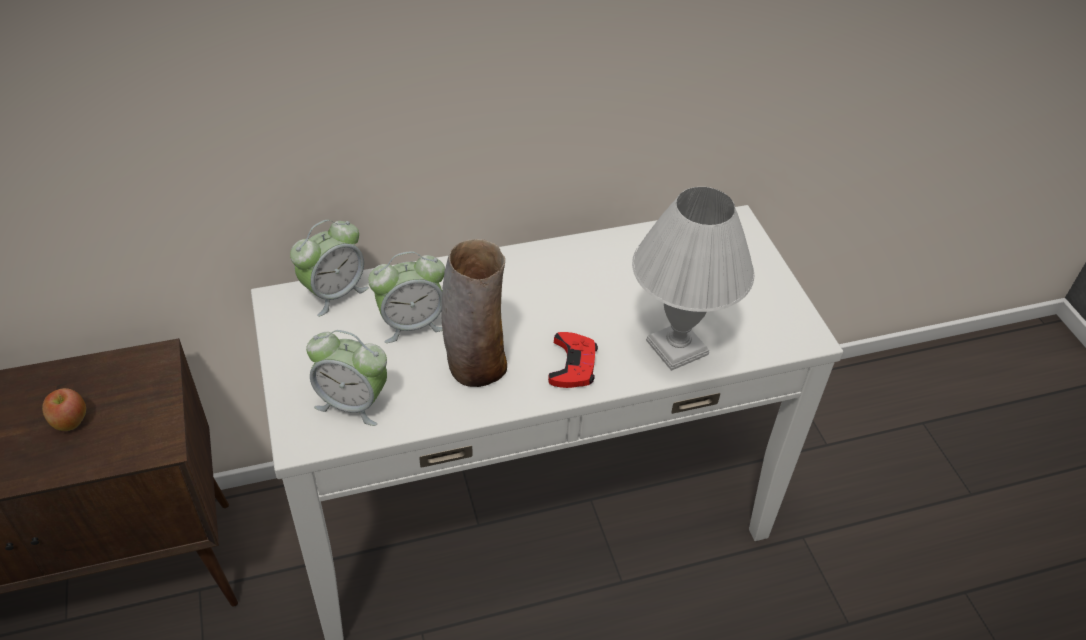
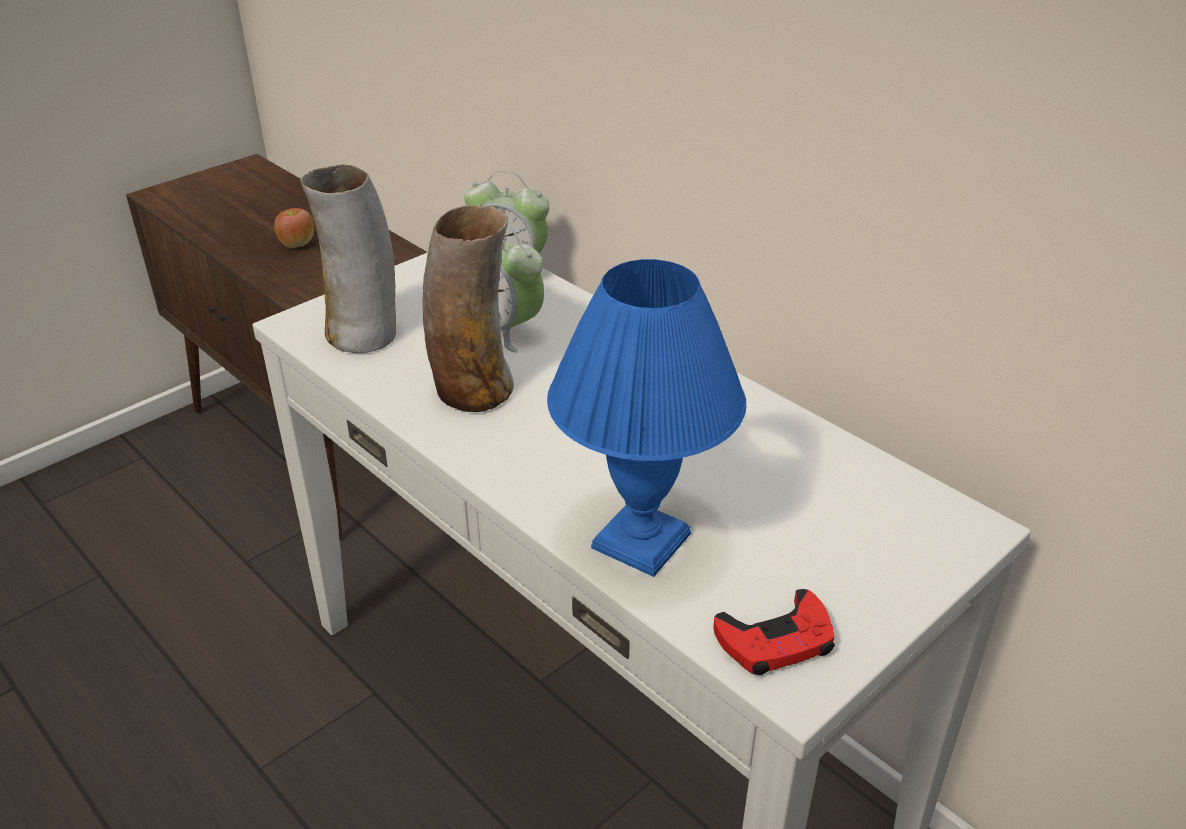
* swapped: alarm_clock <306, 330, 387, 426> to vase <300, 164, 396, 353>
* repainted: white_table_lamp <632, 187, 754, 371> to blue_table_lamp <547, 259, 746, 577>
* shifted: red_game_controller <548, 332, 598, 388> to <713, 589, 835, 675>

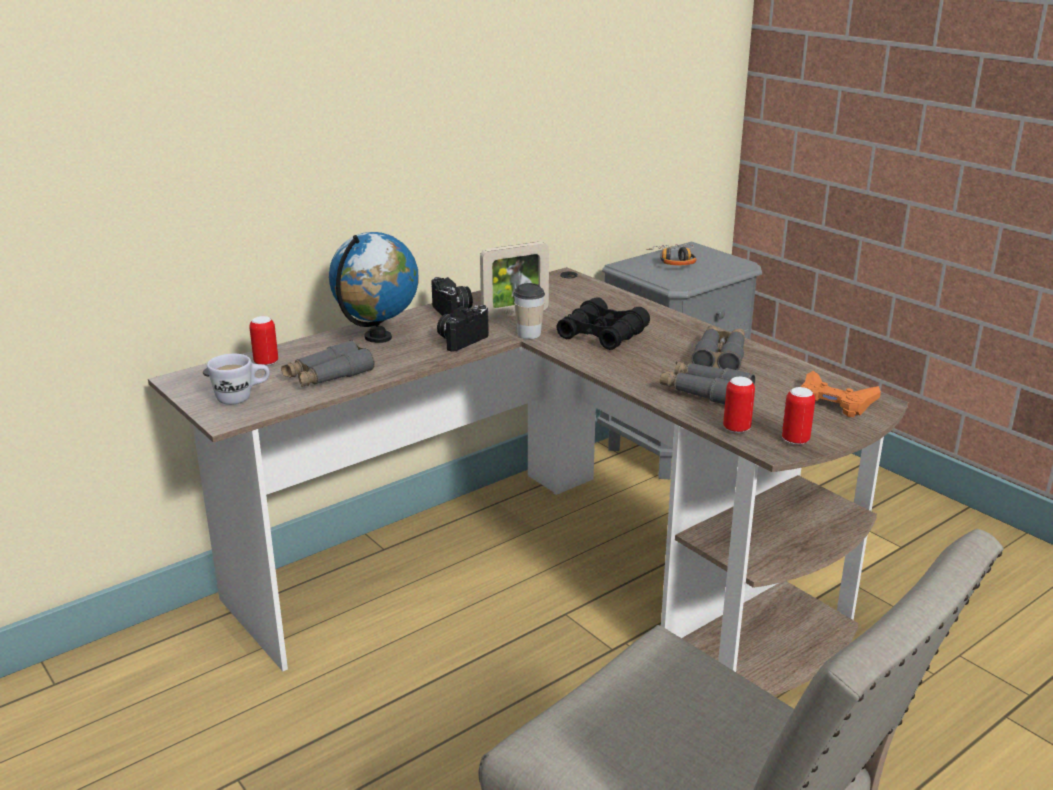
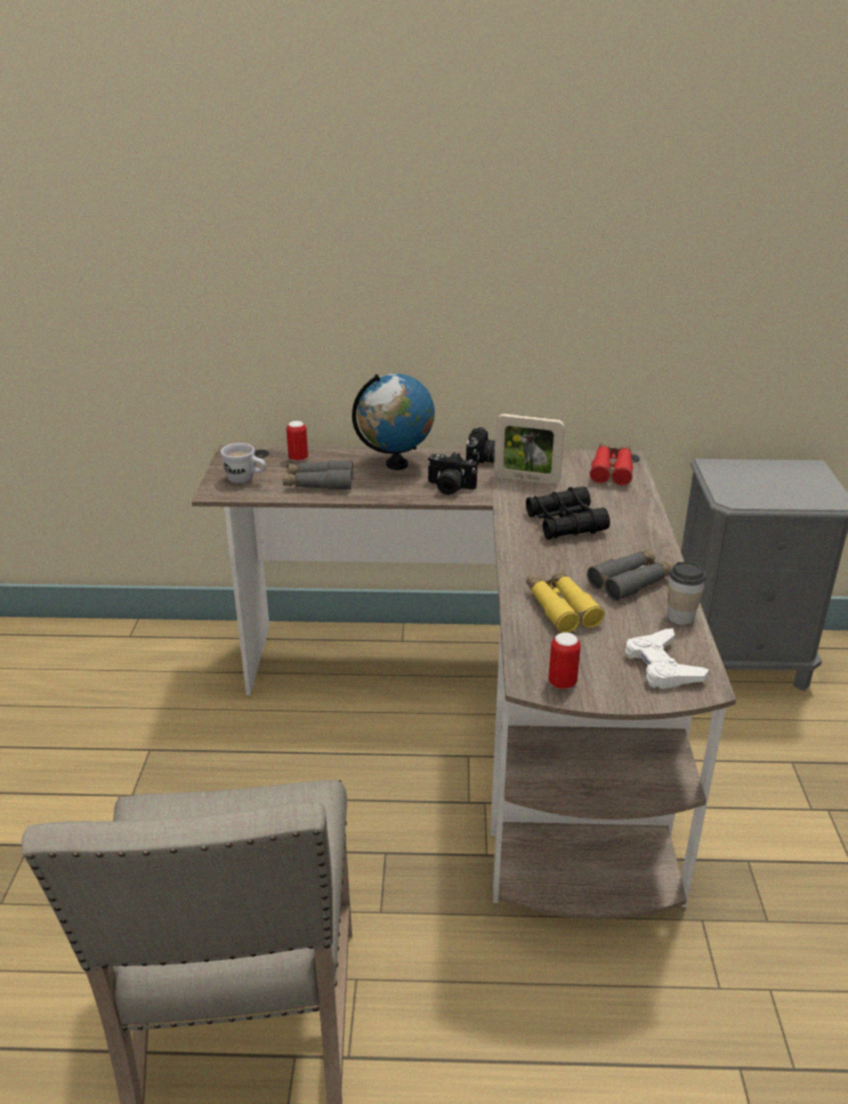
* rotated: photo_camera <437, 305, 489, 352> = <427, 452, 477, 495> 150 degrees counterclockwise
* repainted: grey_binoculars <660, 362, 755, 404> to yellow_binoculars <526, 570, 605, 633>
* new: red_binoculars <590, 443, 633, 485>
* repainted: orange_game_controller <801, 371, 881, 417> to white_game_controller <626, 628, 709, 689>
* shifted: cup <514, 283, 545, 339> to <667, 562, 706, 625>
* gone: headphones <646, 244, 697, 265>
* gone: can <723, 377, 755, 433>

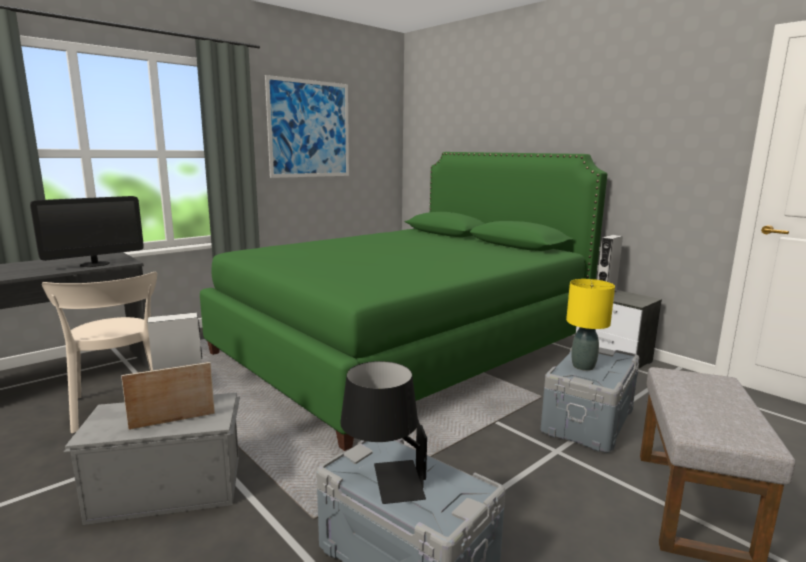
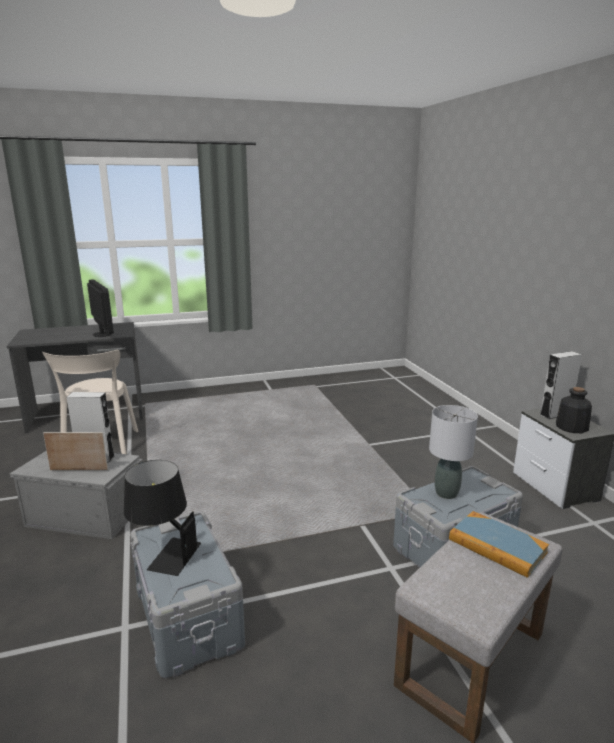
* rotated: monitor <30, 196, 144, 267> = <87, 279, 114, 337> 105 degrees counterclockwise
* repainted: yellow_table_lamp <566, 279, 615, 371> to grey_table_lamp <429, 405, 478, 499>
* new: book <449, 511, 549, 578>
* new: bottle <556, 387, 592, 433>
* gone: green_bed <200, 152, 608, 451>
* gone: picture <265, 75, 349, 178>

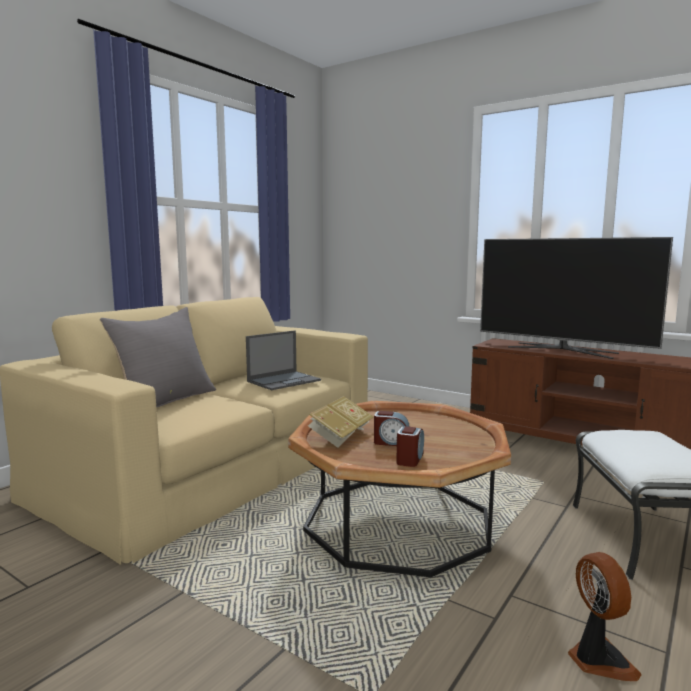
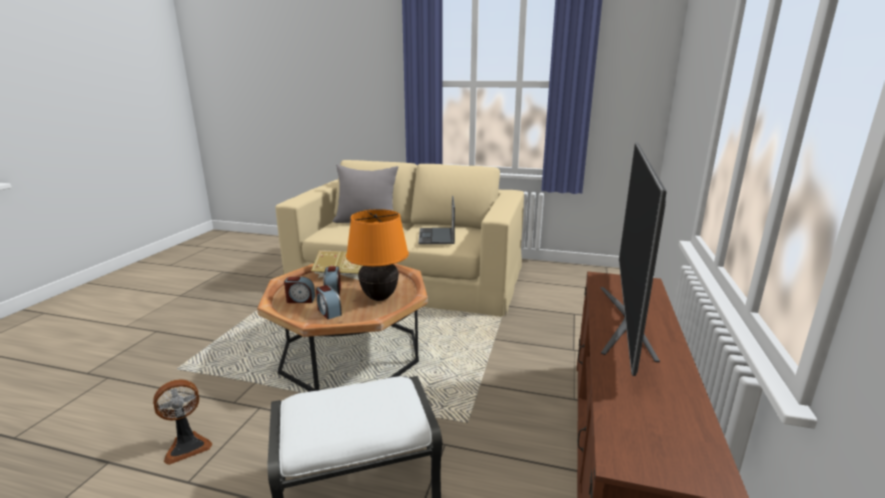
* new: alarm_clock <316, 285, 342, 319>
* new: orange_table_lamp <346, 209, 409, 301>
* rotated: laptop <246, 331, 321, 390> = <419, 196, 455, 244> 60 degrees clockwise

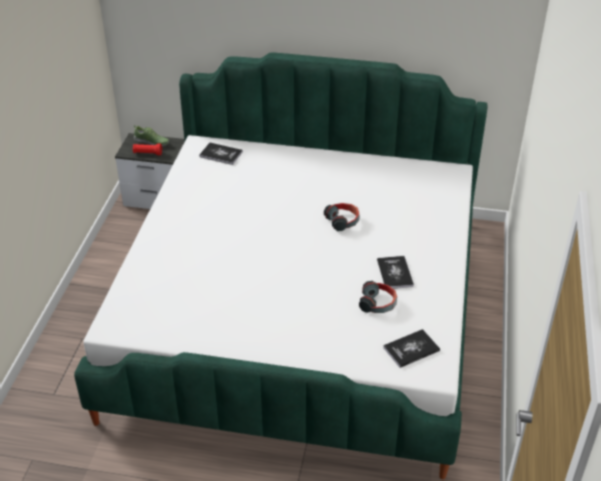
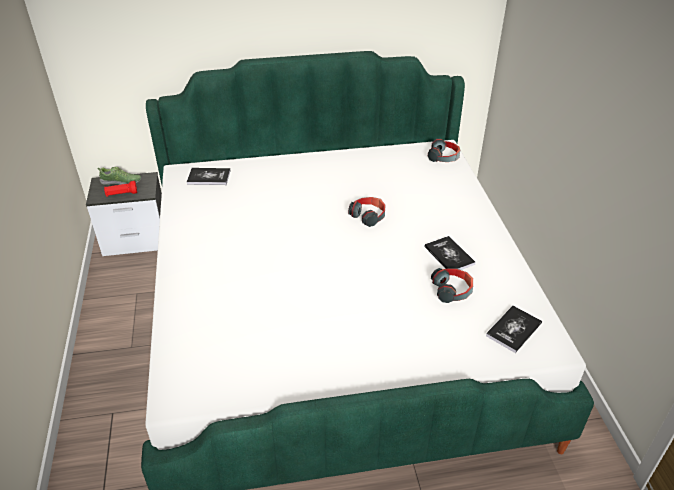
* new: headphones <427, 138, 460, 162>

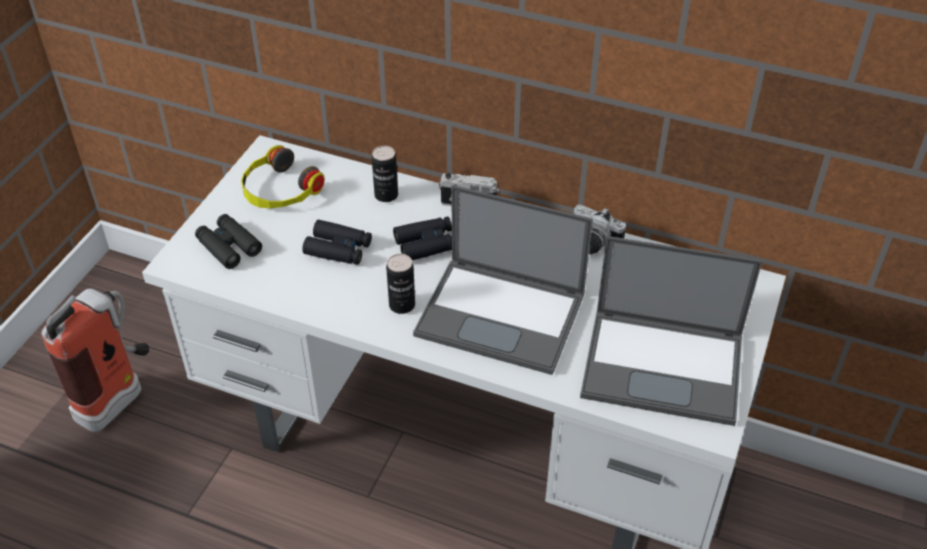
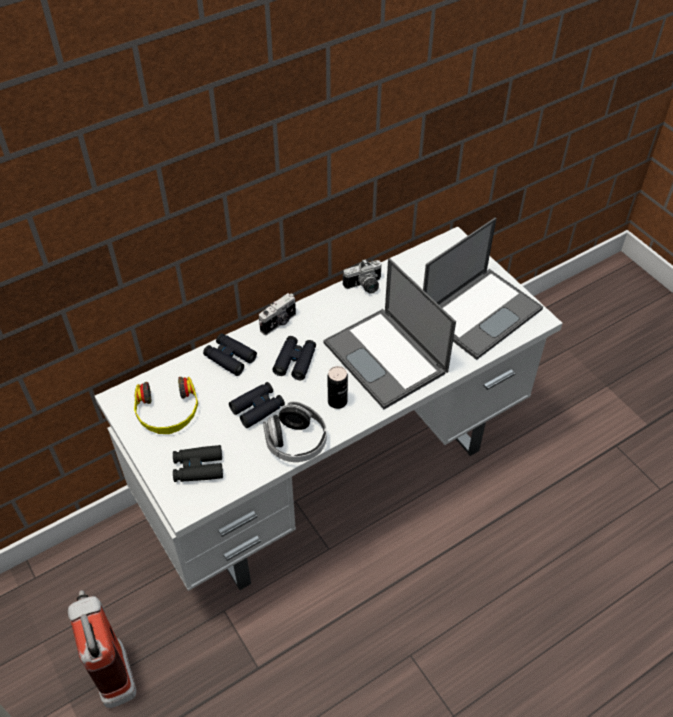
* swapped: can <372, 146, 398, 202> to black_binoculars <203, 333, 257, 376>
* new: headphones <263, 401, 327, 462>
* rotated: laptop <413, 185, 593, 375> = <324, 258, 456, 409> 90 degrees clockwise

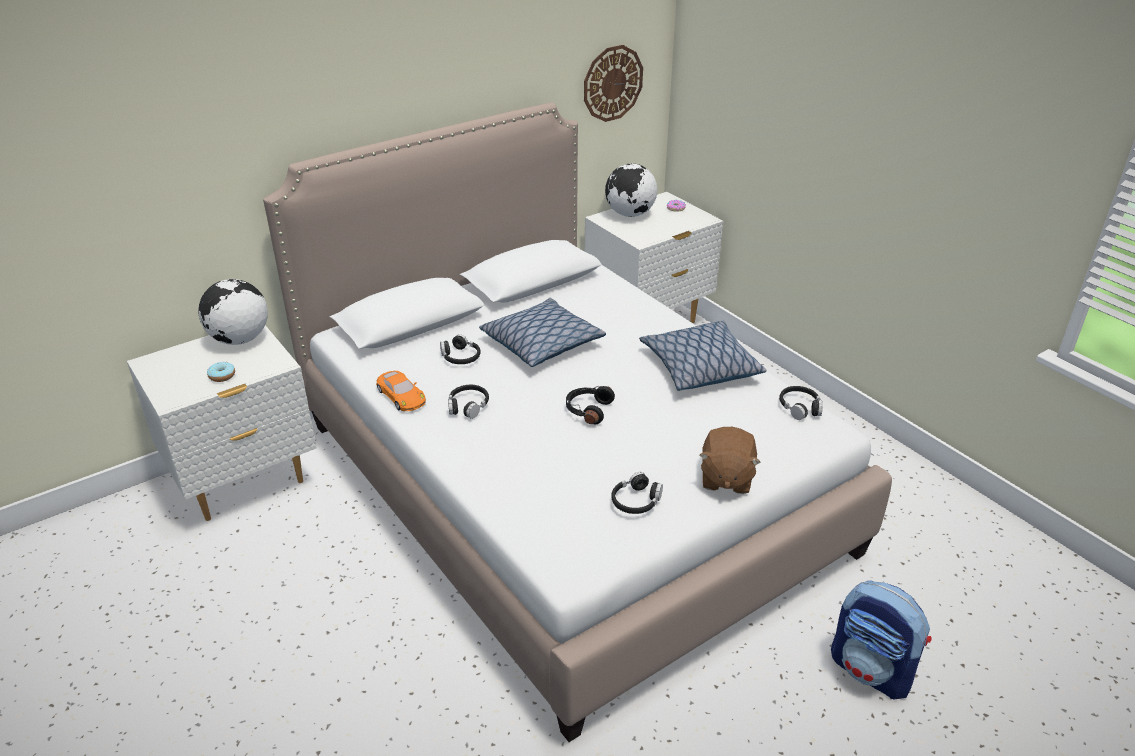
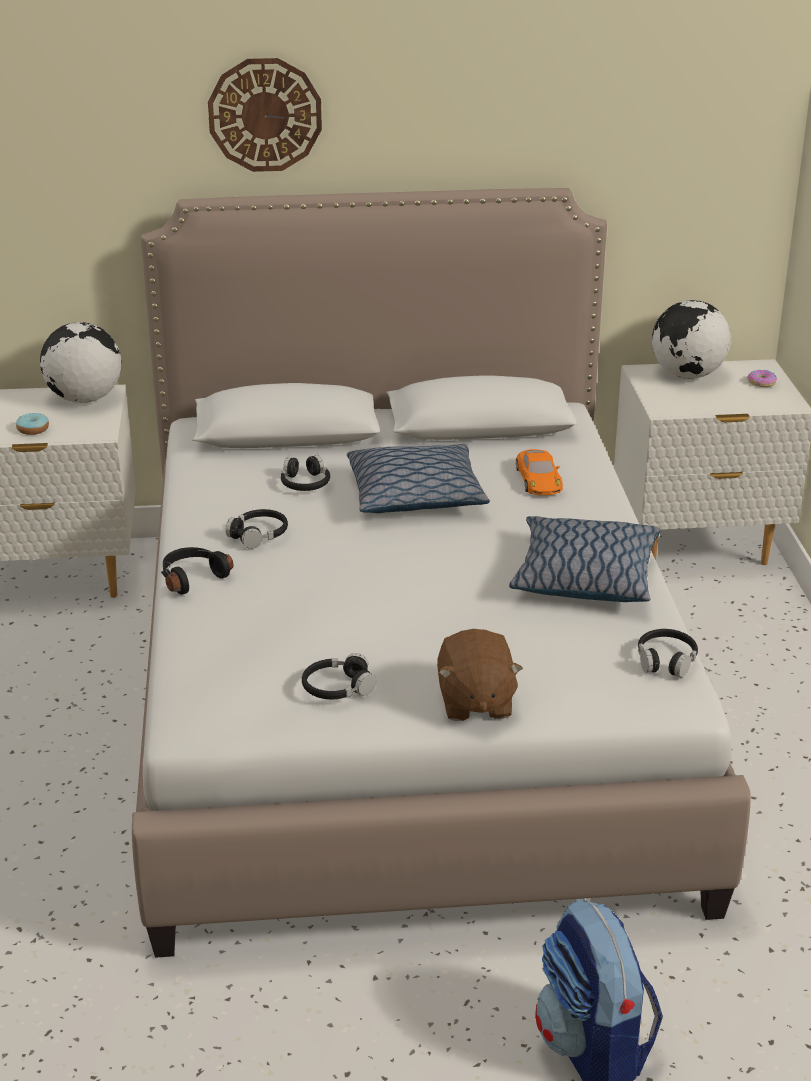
* shifted: black_headphones <566, 386, 615, 424> to <161, 547, 233, 595>
* shifted: wall_clock <584, 45, 643, 122> to <208, 58, 322, 172>
* rotated: brown_plush_toy <699, 427, 761, 494> = <437, 629, 523, 721> 45 degrees counterclockwise
* shifted: orange_toy_car <376, 371, 426, 411> to <516, 449, 563, 495>

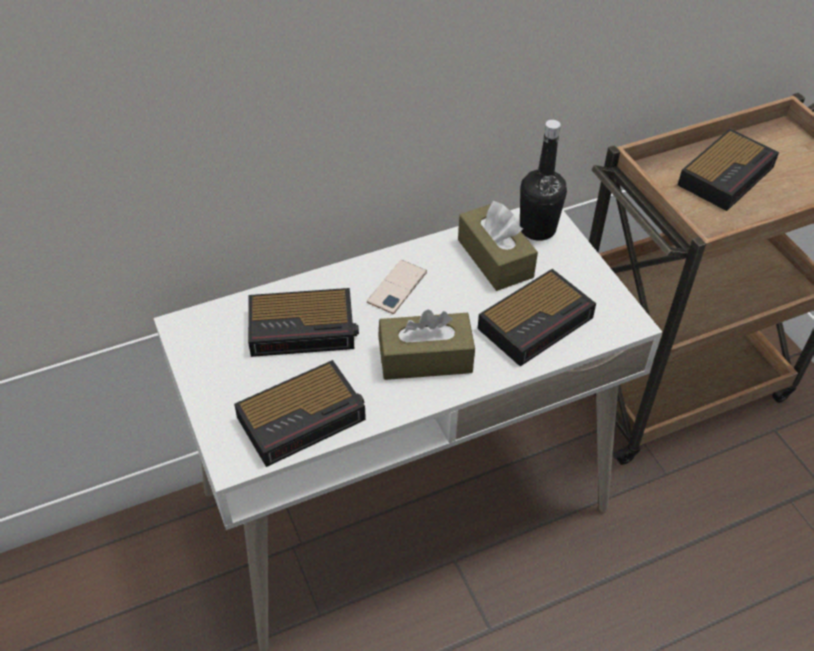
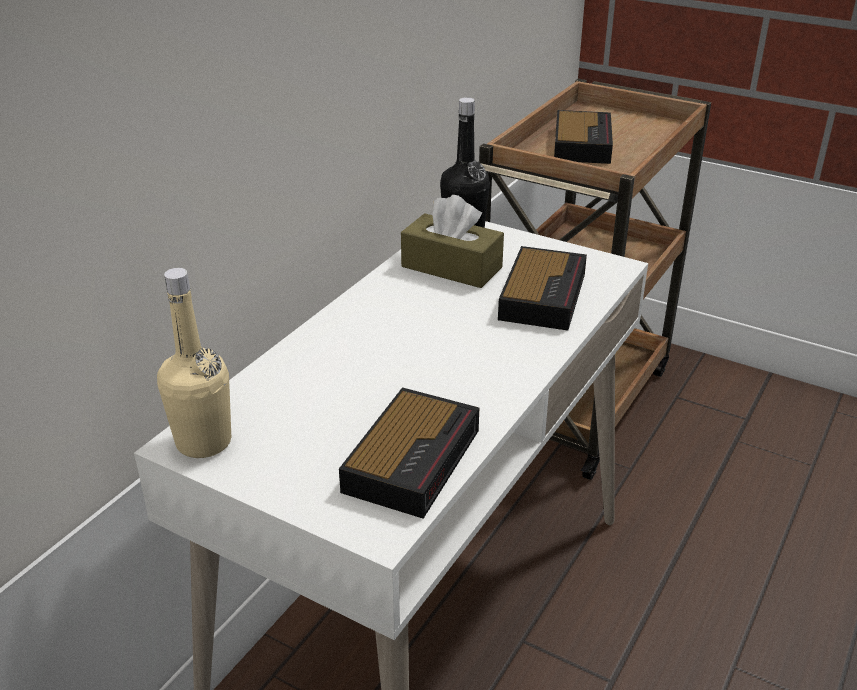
* new: beige_bottle <157, 268, 231, 458>
* gone: alarm_clock <248, 288, 359, 357>
* gone: phone <367, 260, 427, 314>
* gone: brown_tissue_box <379, 310, 475, 380>

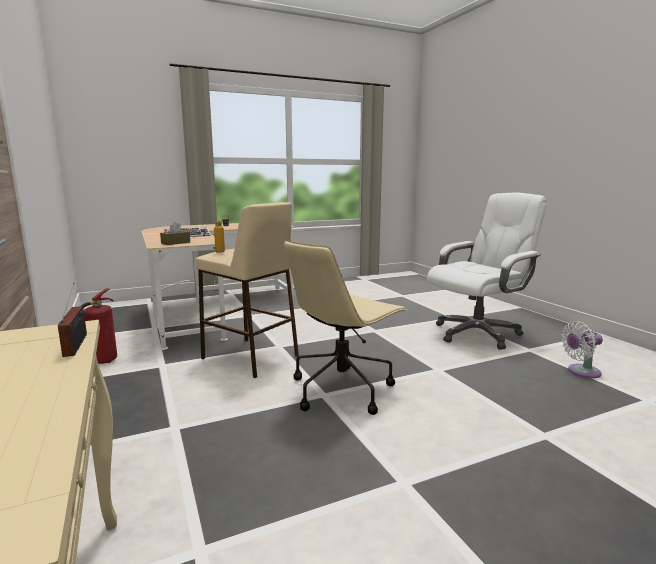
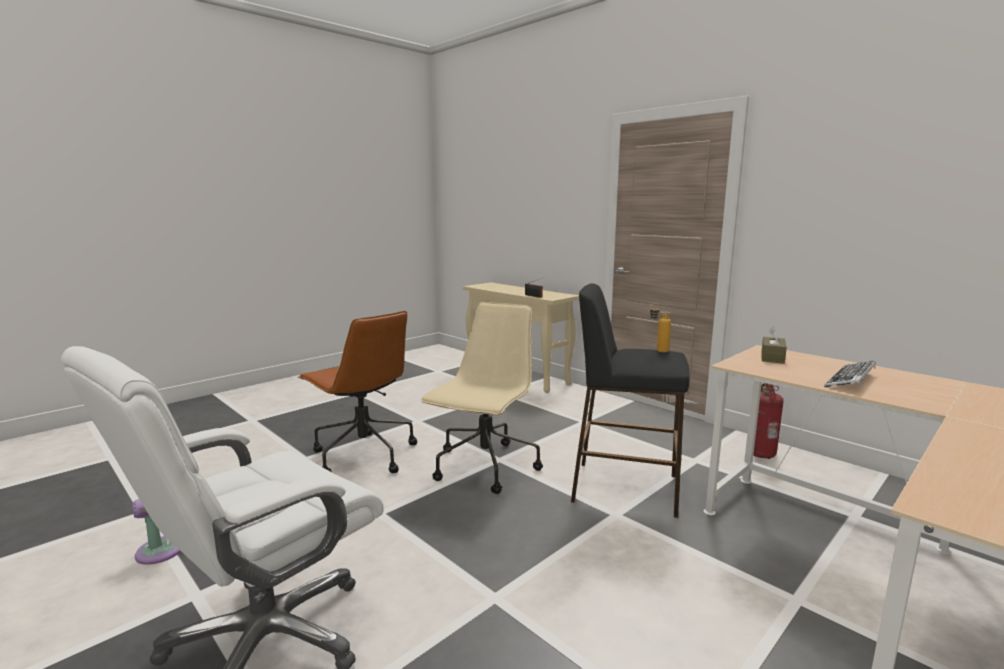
* new: brown_office_chair <298, 311, 417, 473>
* repainted: beige_stool <196, 202, 299, 378> to black_stool <571, 283, 689, 518>

